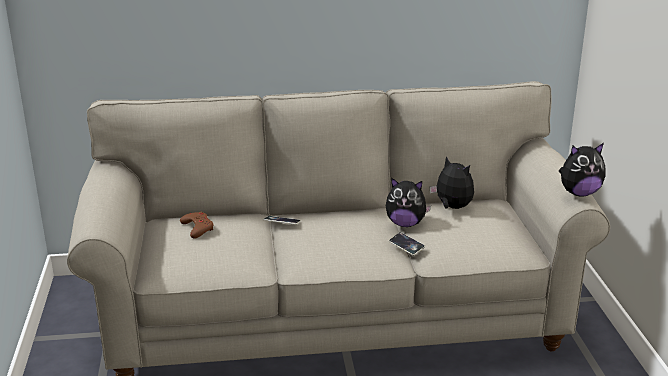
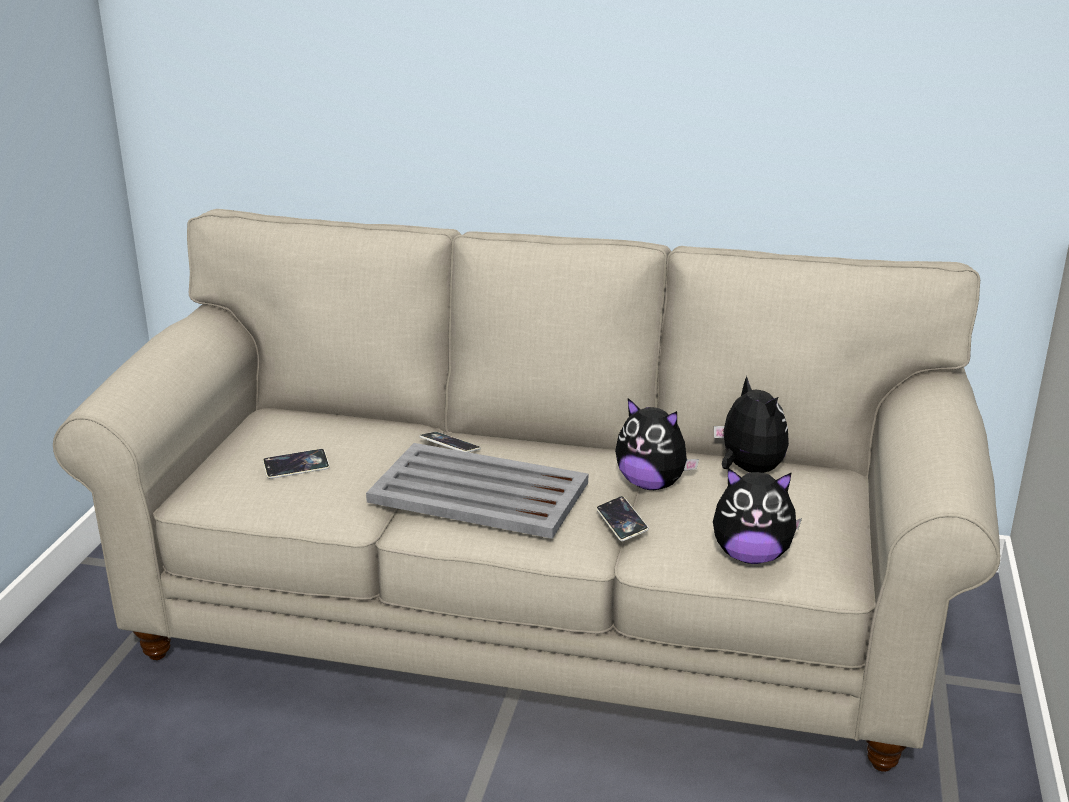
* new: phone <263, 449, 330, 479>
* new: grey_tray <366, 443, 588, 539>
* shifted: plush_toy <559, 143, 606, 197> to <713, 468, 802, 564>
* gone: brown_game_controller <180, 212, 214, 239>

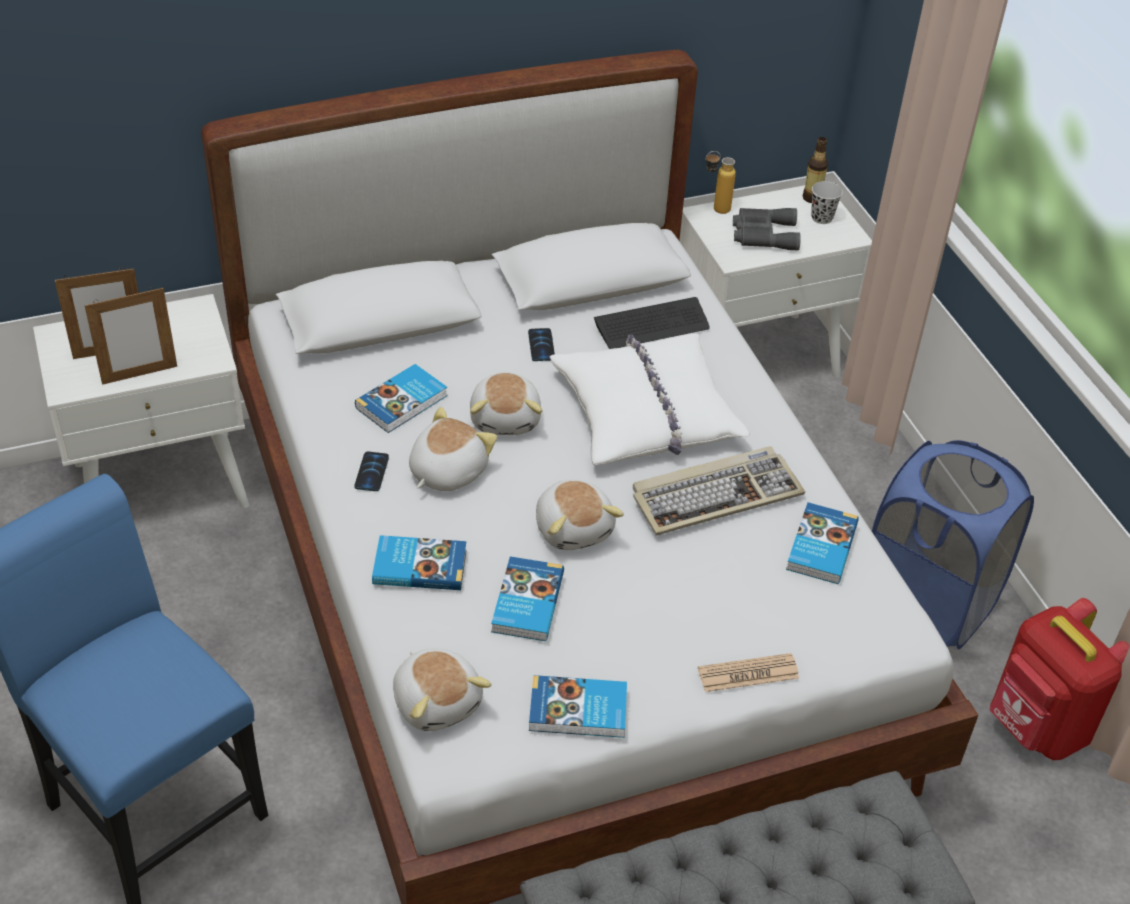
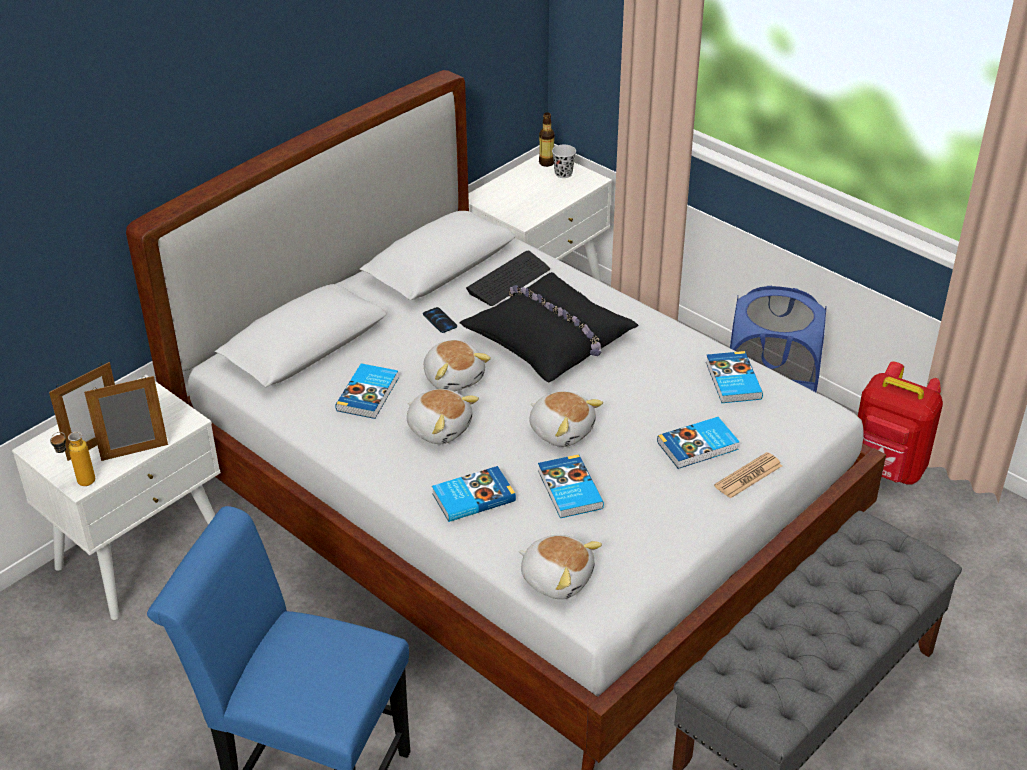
* shifted: bottle <706, 151, 736, 214> to <50, 432, 95, 486>
* rotated: picture_frame <85, 287, 177, 385> = <84, 376, 168, 461> 150 degrees counterclockwise
* rotated: plush_toy <409, 407, 497, 491> = <407, 389, 479, 444> 120 degrees clockwise
* repainted: white_pillow <549, 333, 750, 465> to black_pillow <460, 272, 639, 383>
* shifted: book <529, 675, 627, 738> to <657, 417, 740, 469>
* gone: phone <354, 452, 389, 491>
* gone: keyboard <633, 446, 805, 536>
* gone: grey_binoculars <733, 208, 801, 251>

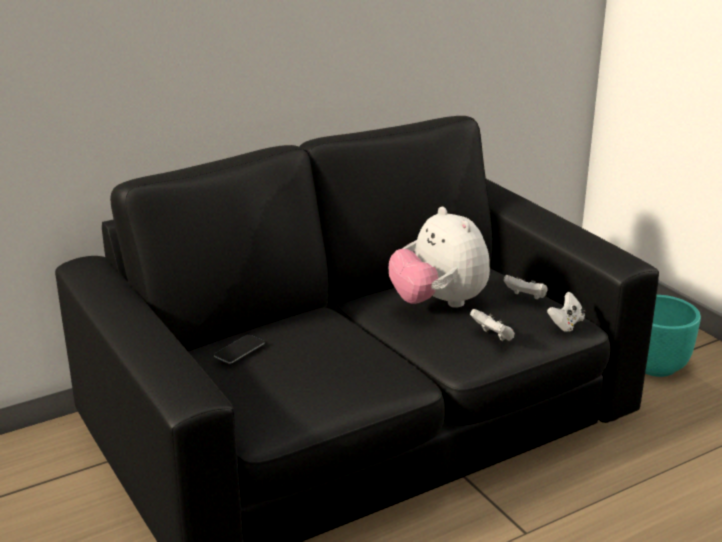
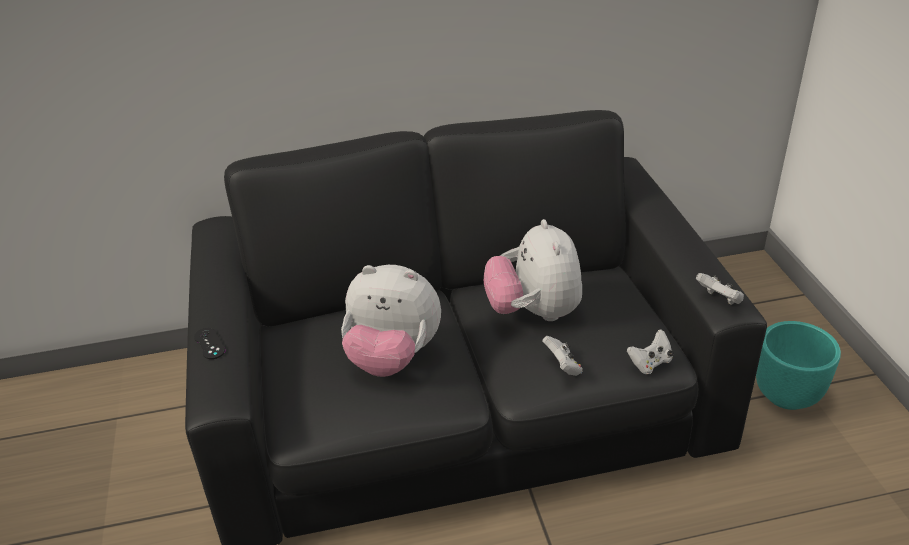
* new: black_game_controller <194, 328, 226, 359>
* new: plush_toy <341, 265, 441, 377>
* shifted: white_game_controller <504, 275, 547, 300> to <696, 273, 744, 305>
* gone: phone <214, 335, 265, 364>

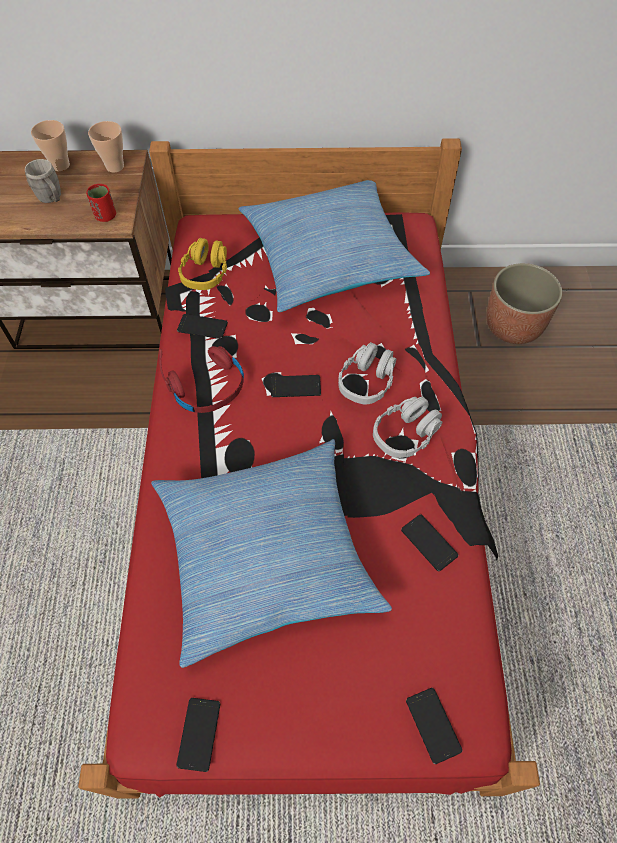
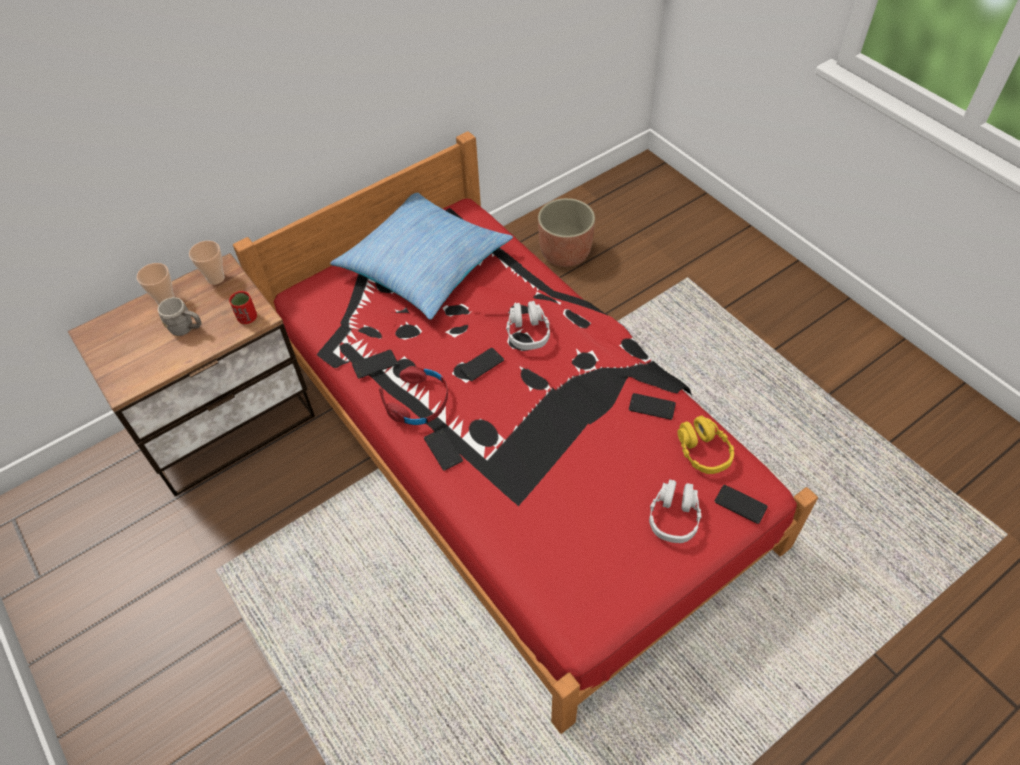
* shifted: phone <176, 698, 220, 772> to <424, 429, 463, 471>
* shifted: grey_headphones <373, 397, 443, 458> to <649, 479, 702, 543>
* shifted: yellow_headphones <178, 238, 227, 290> to <677, 415, 734, 474>
* gone: pillow <151, 439, 392, 668>

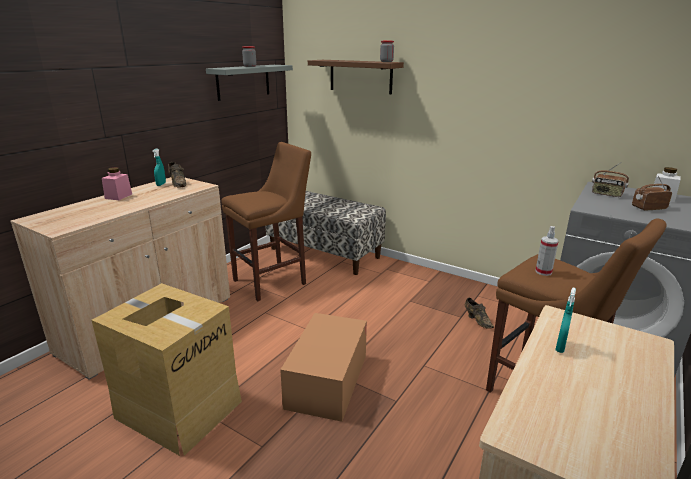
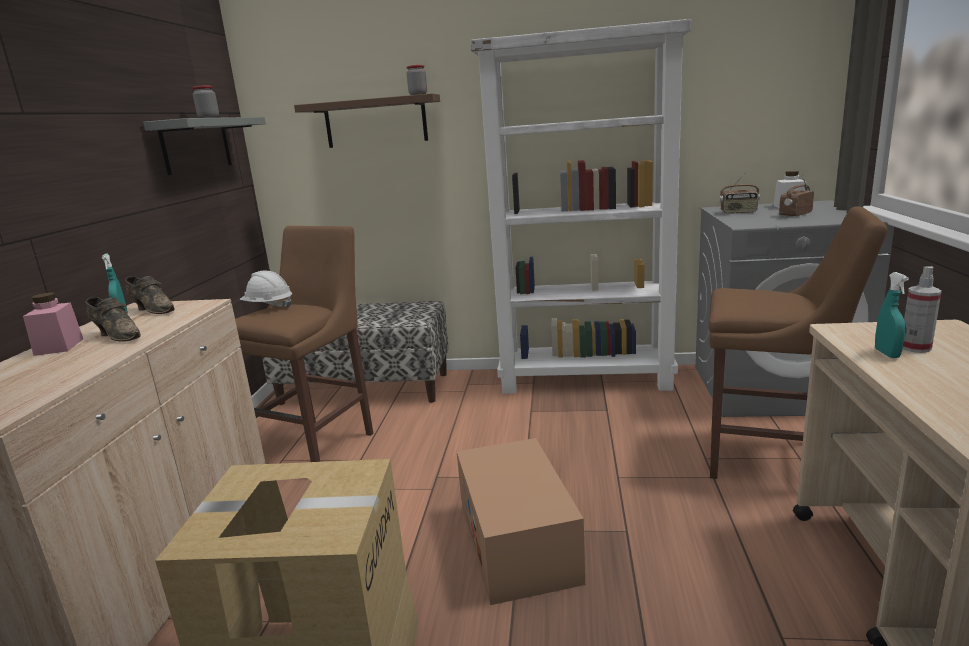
* shifted: brown_shoe <465, 298, 494, 329> to <85, 297, 141, 342>
* new: white_hard_hat <240, 271, 292, 308>
* new: white_bookcase <471, 19, 691, 394>
* shifted: spray_bottle <535, 226, 559, 276> to <903, 266, 942, 353>

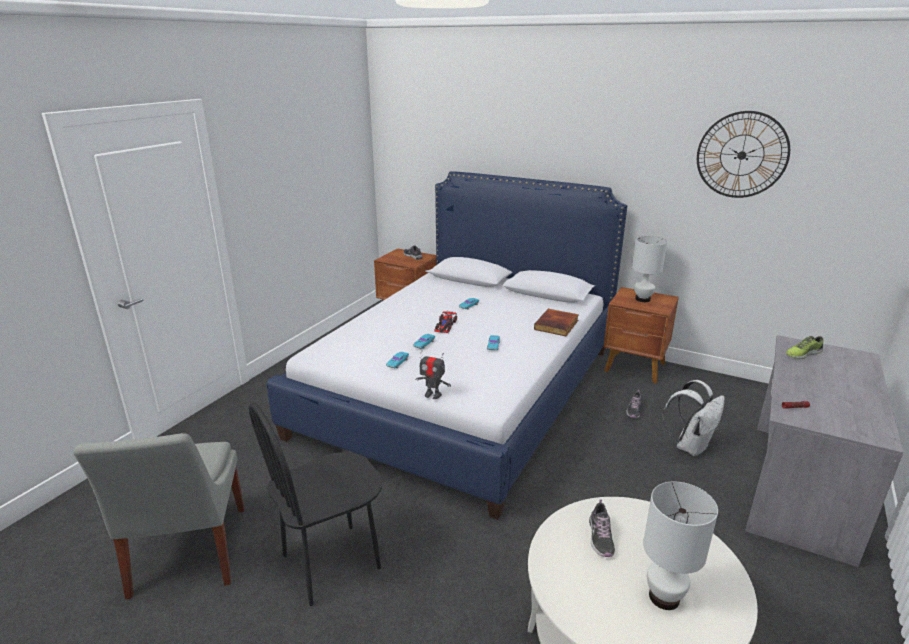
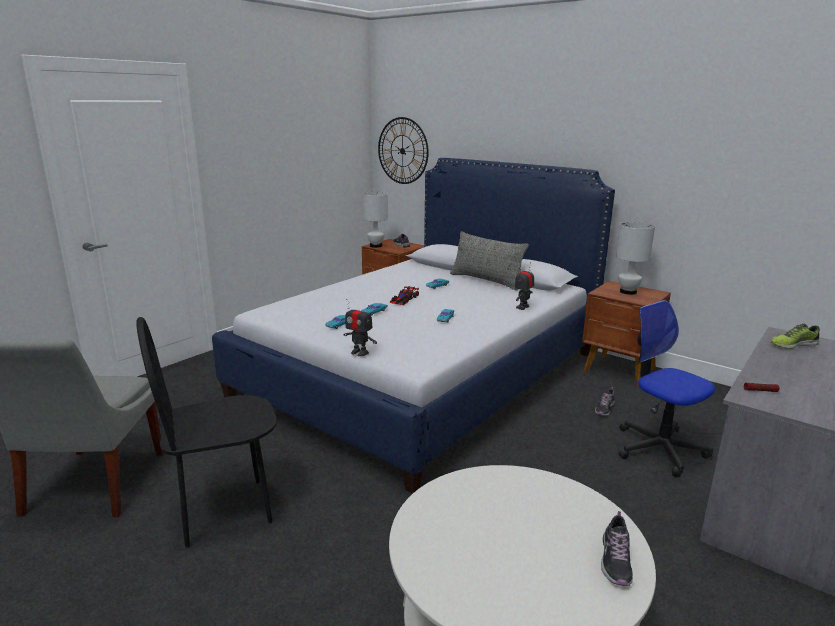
* shifted: white_table_lamp <643, 482, 718, 610> to <363, 192, 388, 248>
* shifted: wall_clock <697, 111, 790, 198> to <378, 117, 429, 184>
* new: grey_pillow <450, 231, 529, 290>
* swapped: book <534, 309, 579, 336> to toy_robot <515, 262, 534, 310>
* shifted: shoe <589, 500, 615, 557> to <601, 511, 633, 586>
* swapped: white_backpack <663, 380, 725, 456> to office_chair <618, 300, 715, 477>

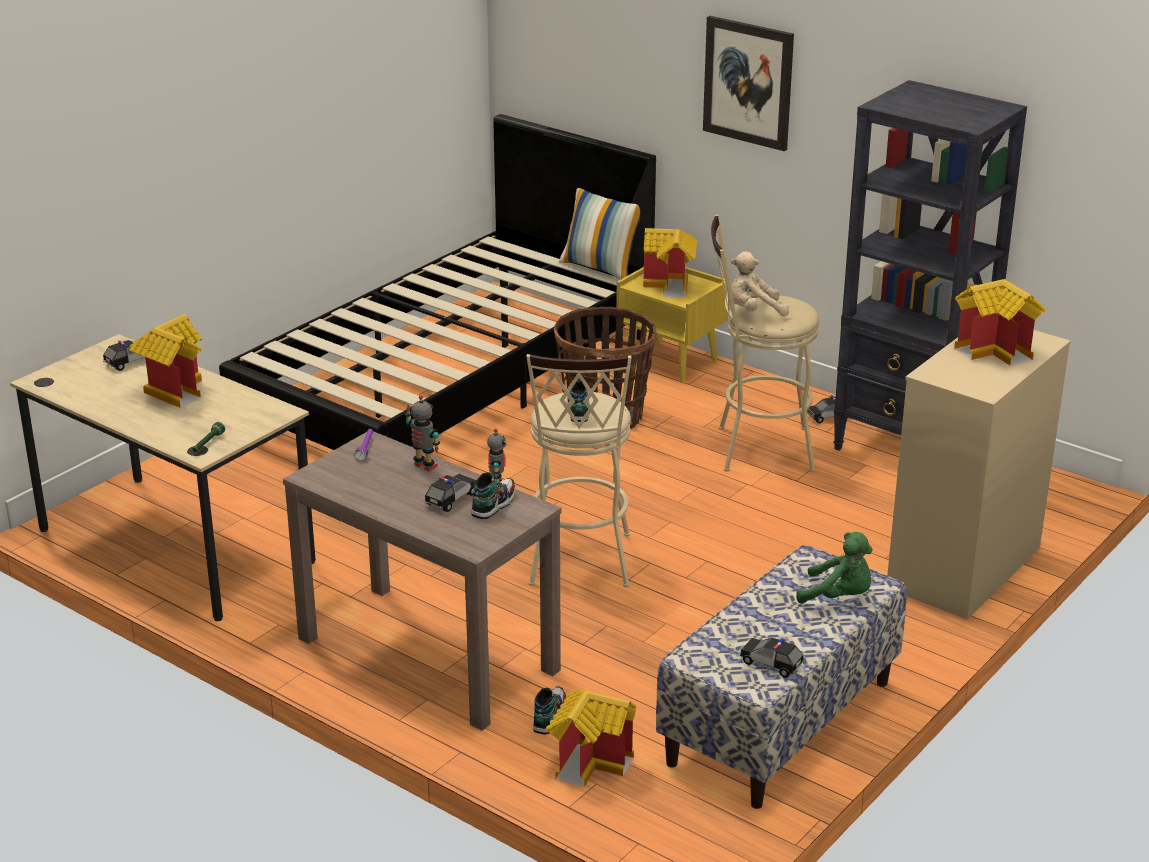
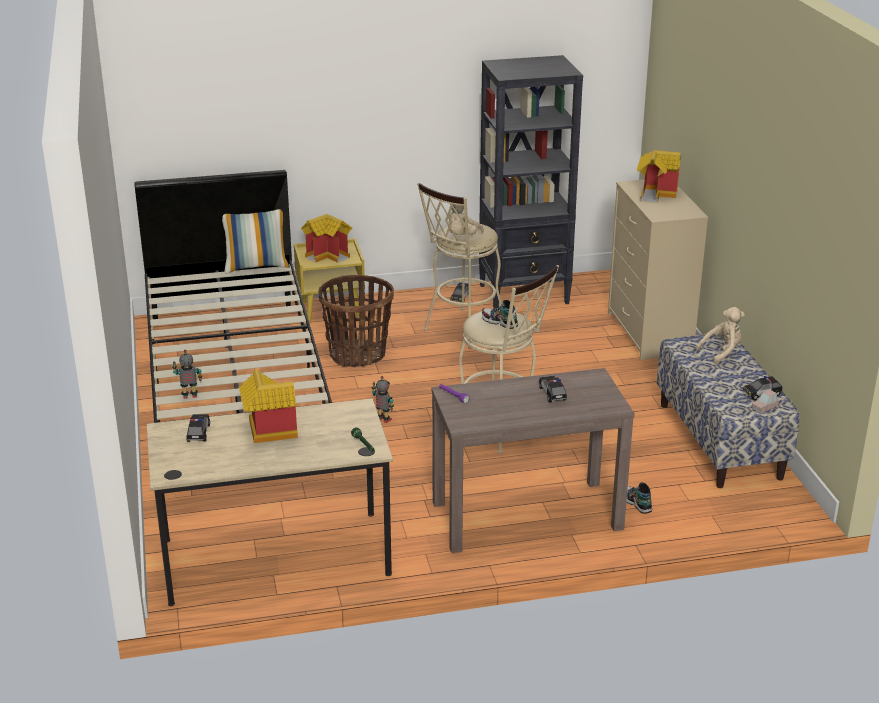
* shifted: toy_robot <405, 395, 440, 471> to <172, 350, 202, 399>
* repainted: green_plush_toy <796, 532, 873, 604> to beige_plush_toy <696, 307, 745, 364>
* new: pink_toy_car <752, 389, 779, 414>
* gone: shoe <472, 472, 515, 519>
* gone: toy_house <546, 689, 637, 787>
* gone: picture <703, 16, 794, 151>

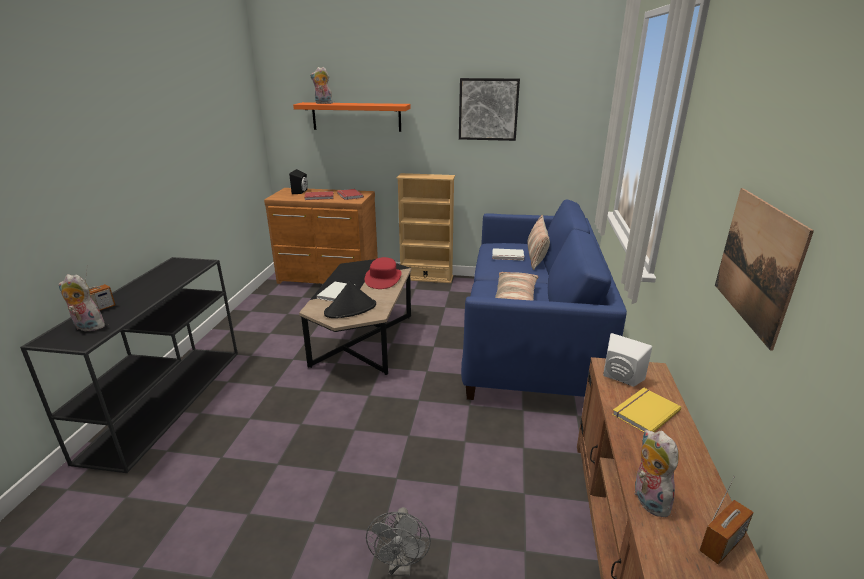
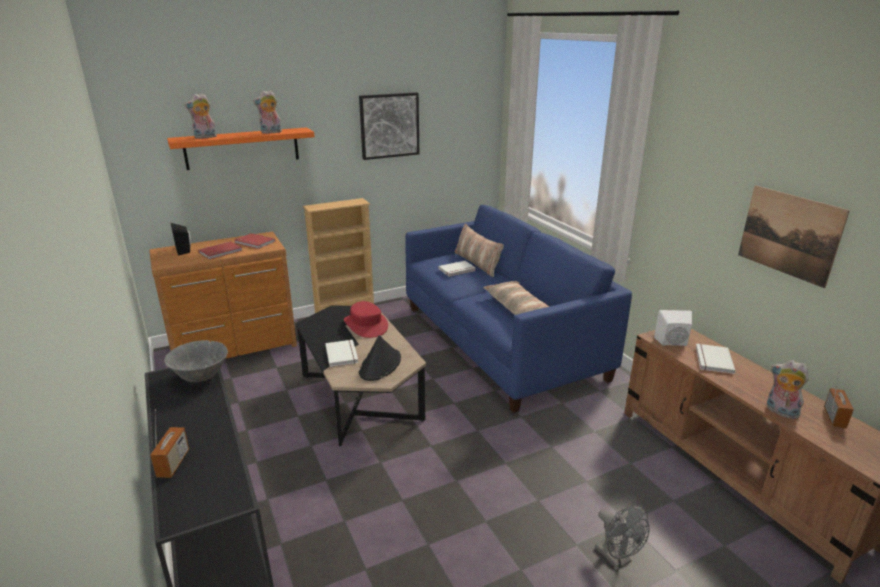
* new: grey_bowl <164, 340, 228, 382>
* shifted: plush_toy <58, 274, 106, 331> to <253, 90, 282, 134>
* repainted: yellow_book <612, 388, 681, 433> to white_book <695, 344, 736, 374>

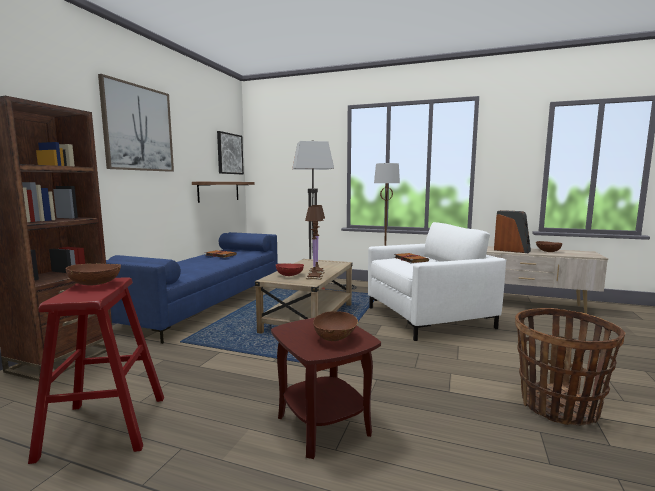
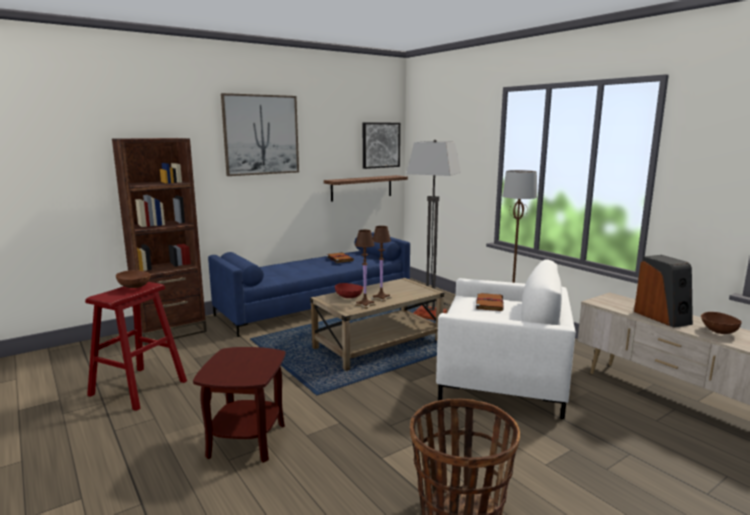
* gone: brown_bowl <313, 311, 358, 341>

